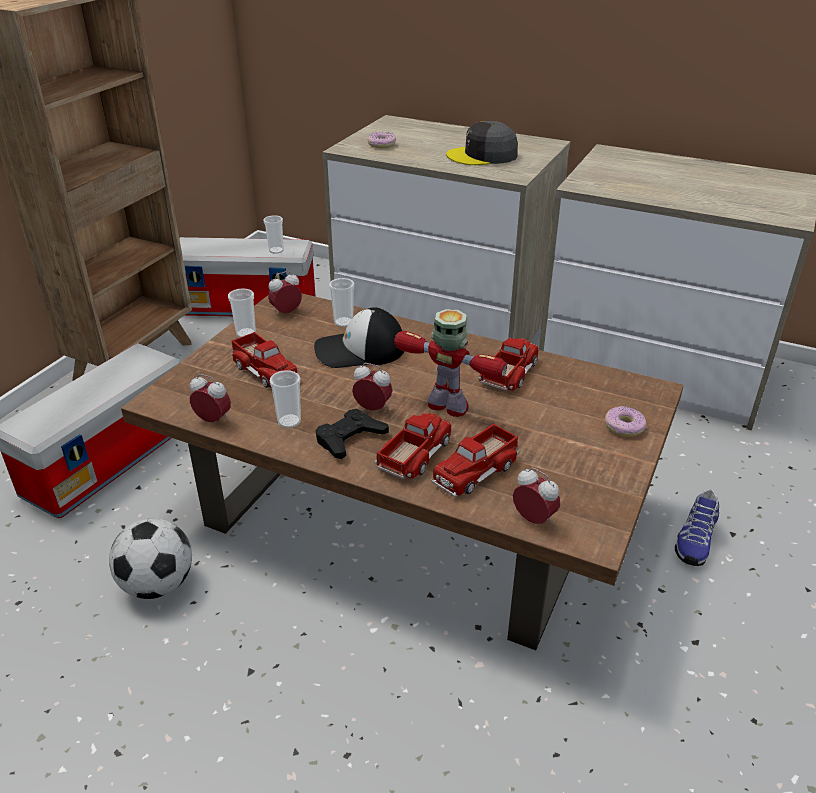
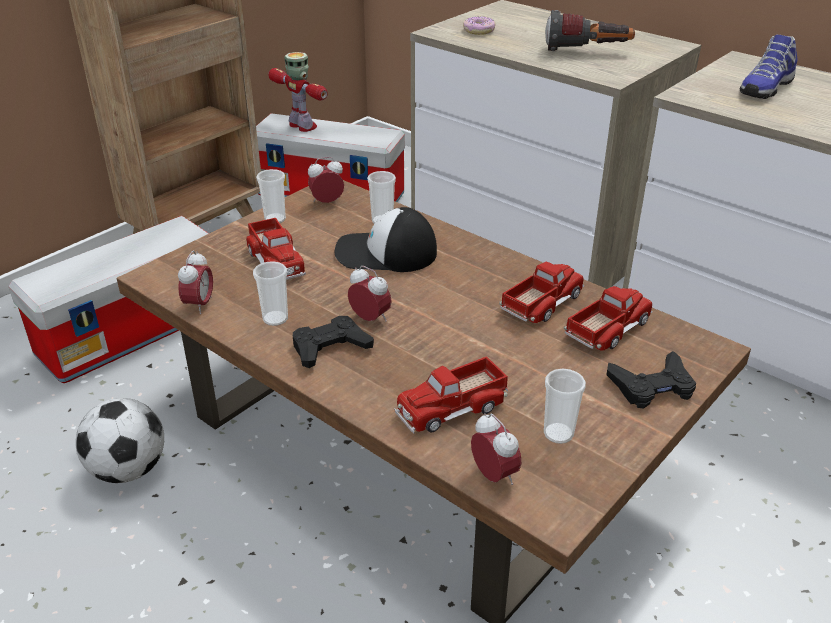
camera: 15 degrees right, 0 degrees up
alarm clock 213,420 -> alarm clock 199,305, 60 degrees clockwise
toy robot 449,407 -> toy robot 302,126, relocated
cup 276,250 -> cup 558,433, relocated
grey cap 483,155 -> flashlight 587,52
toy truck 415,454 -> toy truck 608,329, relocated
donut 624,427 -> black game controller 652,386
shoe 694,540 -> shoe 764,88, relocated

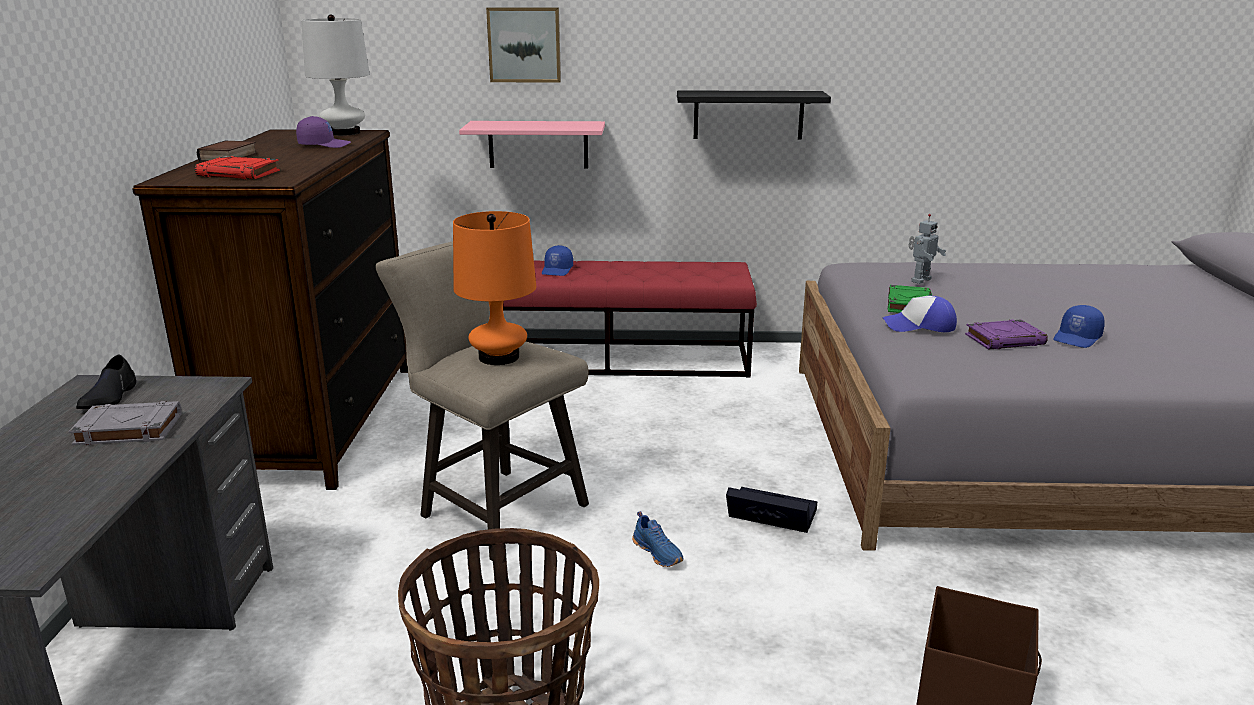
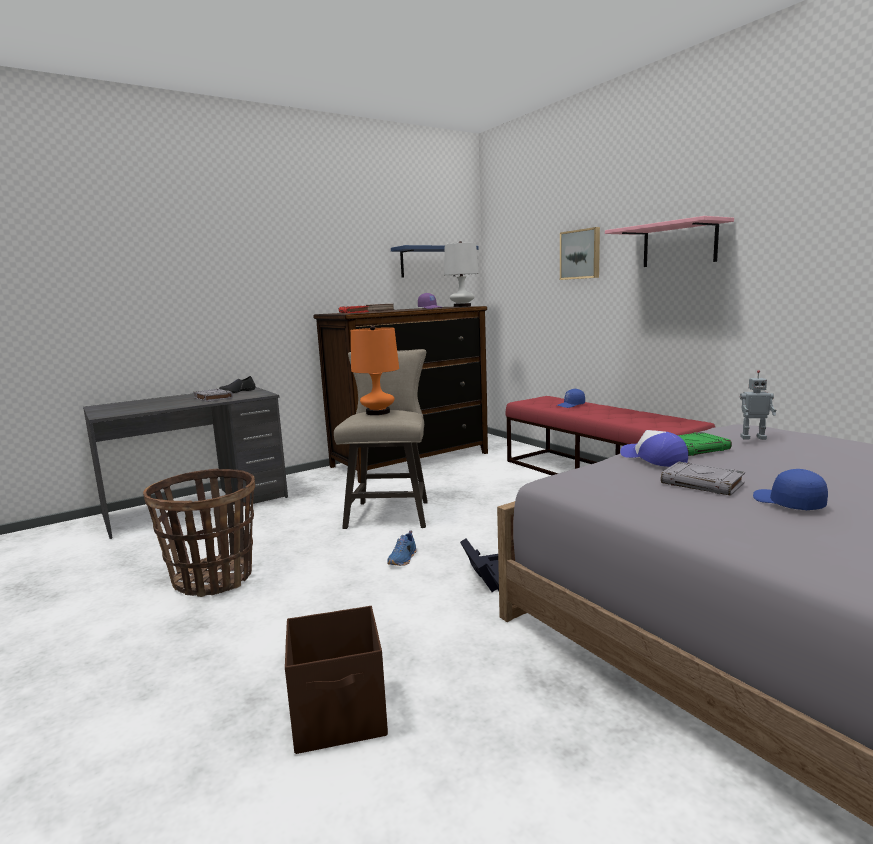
camera: 55 degrees right, 10 degrees down
none -> blue shelf 428,262
pink shelf 538,144 -> pink shelf 679,244, relocated
purple book 1005,340 -> grey book 703,484
blue cap 1077,338 -> blue cap 787,503, 60 degrees clockwise
black shelf 748,115 -> none

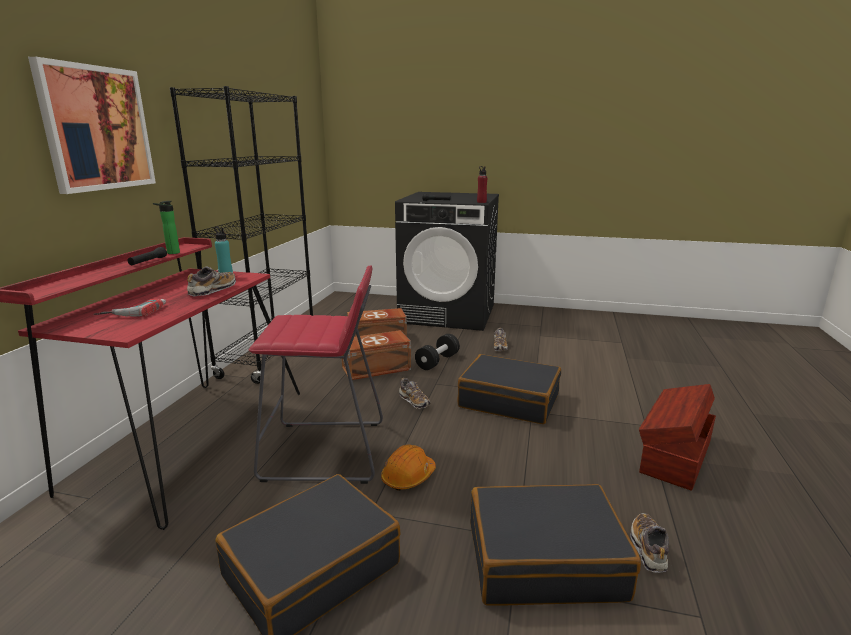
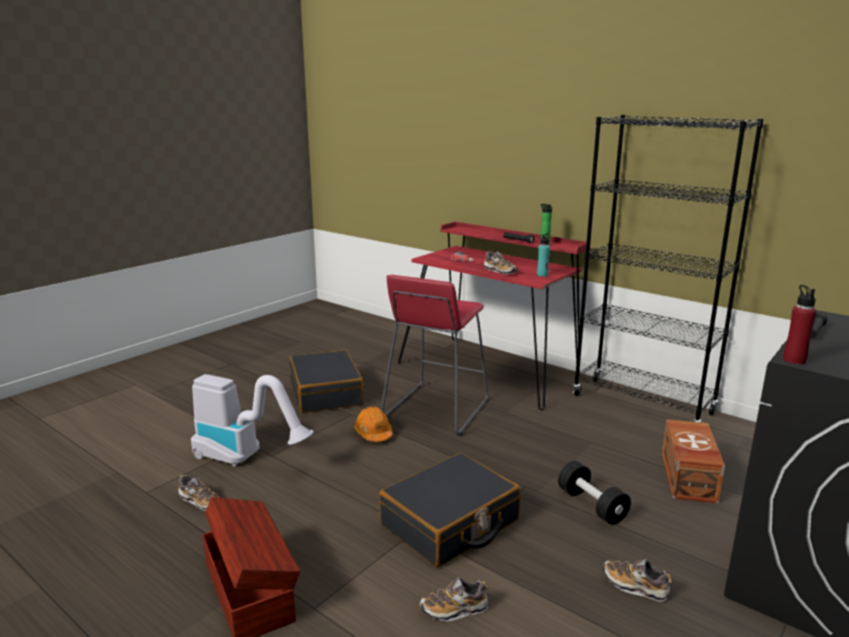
camera: 115 degrees right, 0 degrees up
black suitcase 544,559 -> vacuum cleaner 246,458
shoe 414,401 -> shoe 454,609, relocated
picture 97,128 -> none
brown storage box 377,368 -> none

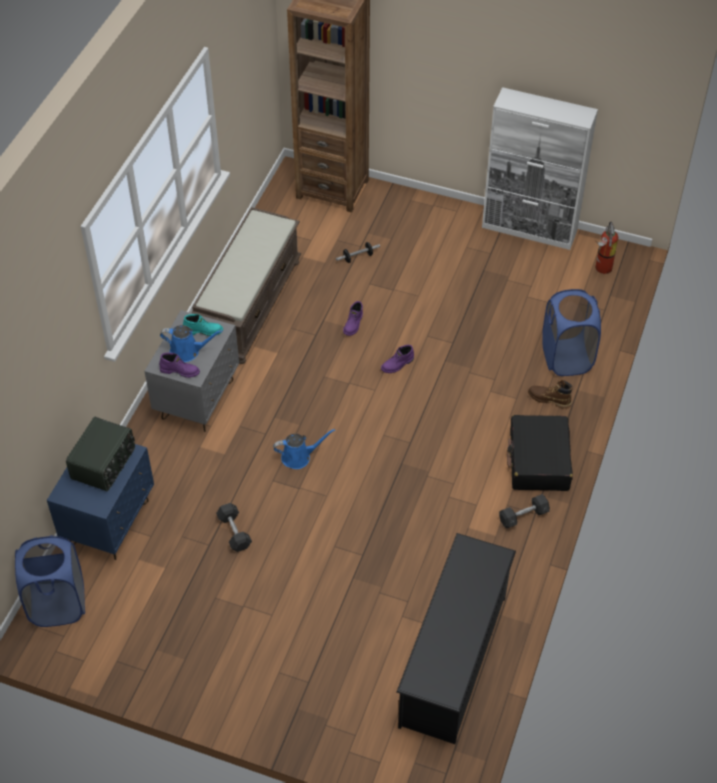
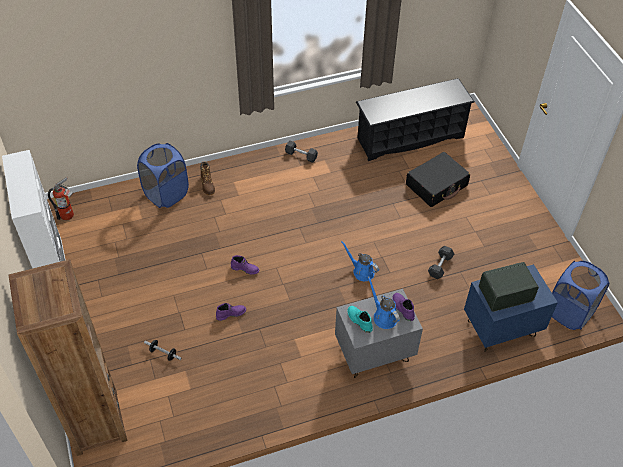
camera: 130 degrees left, 0 degrees up
black suitcase 538,461 -> black suitcase 436,185, relocated
brown bench 249,305 -> none

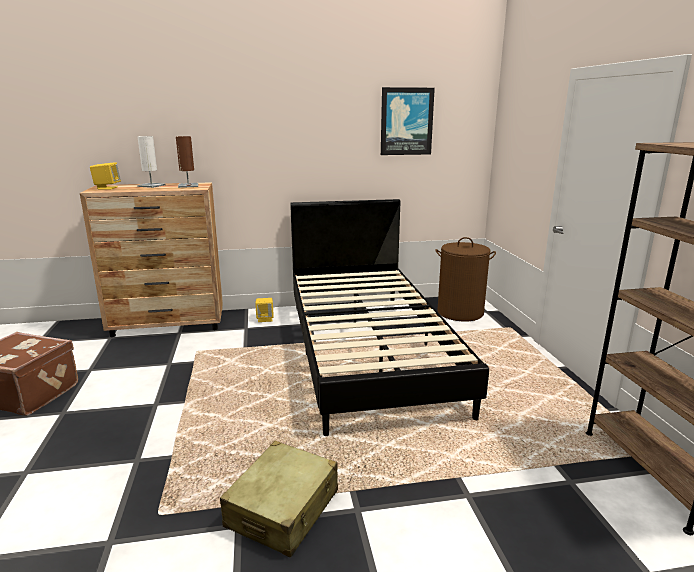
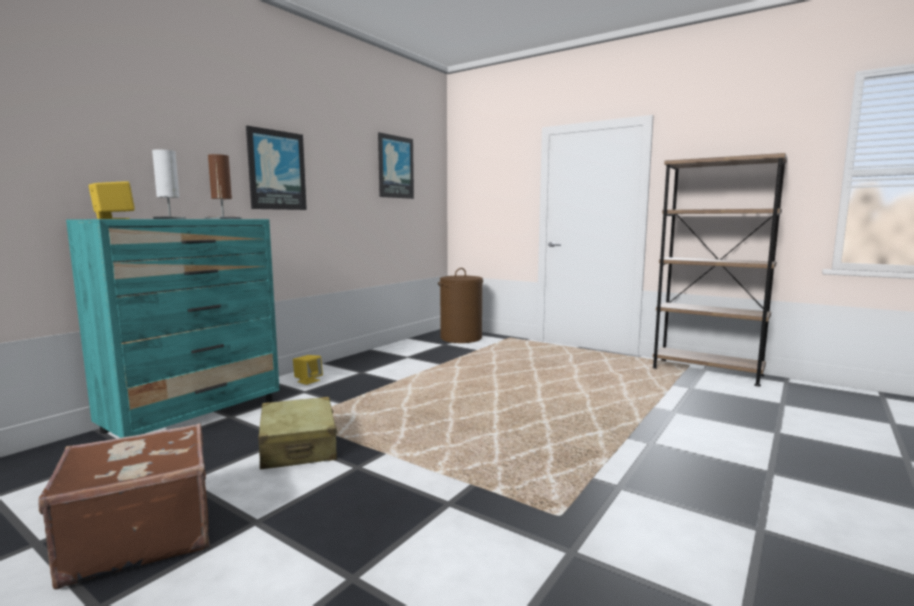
camera: 45 degrees left, 10 degrees down
brown dresser 168,324 -> turquoise dresser 195,415
none -> picture 276,170
beige suitcase 283,509 -> beige suitcase 298,446, relocated
black bed 367,351 -> none

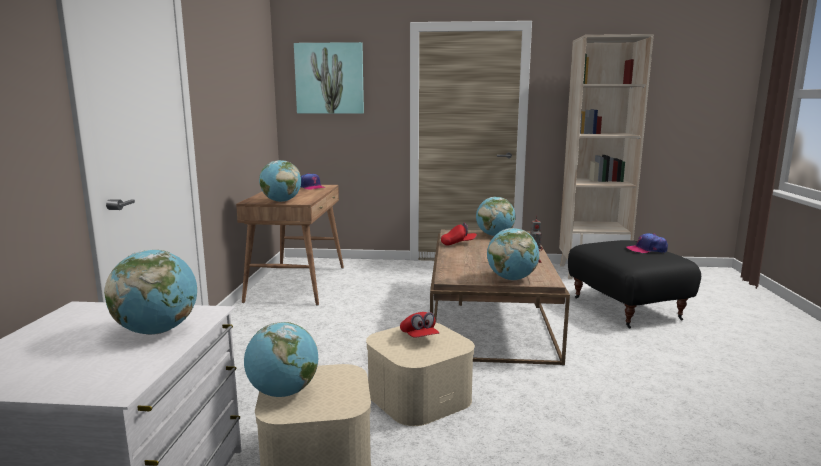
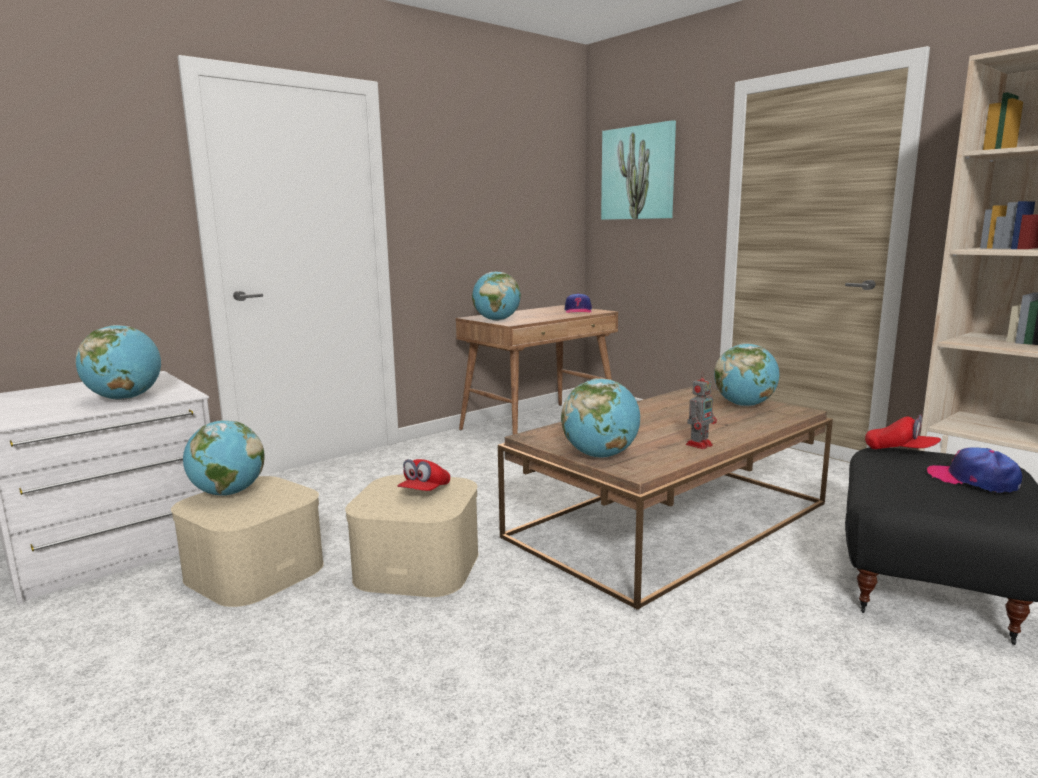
camera: 45 degrees right, 0 degrees up
red cap 458,244 -> red cap 900,451, relocated

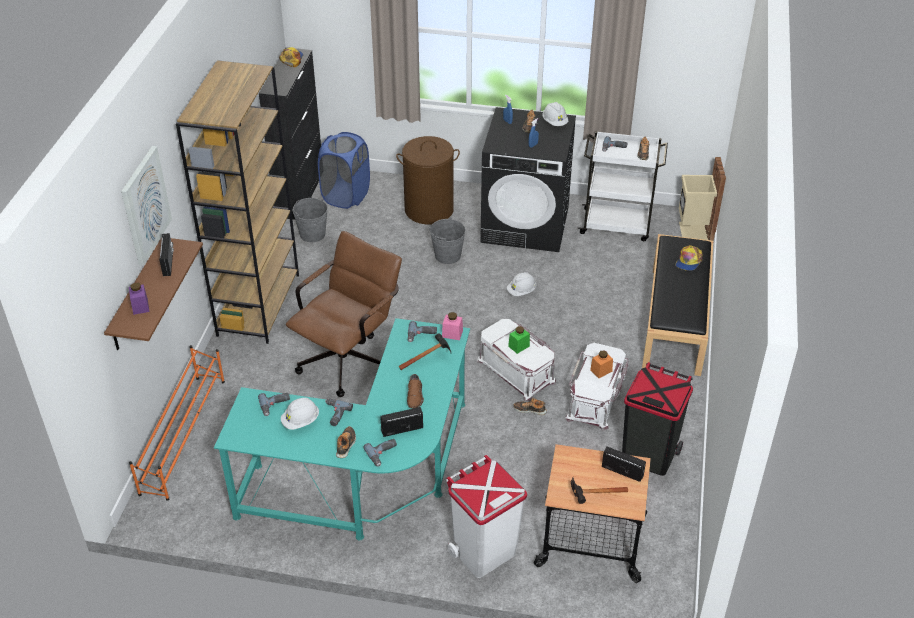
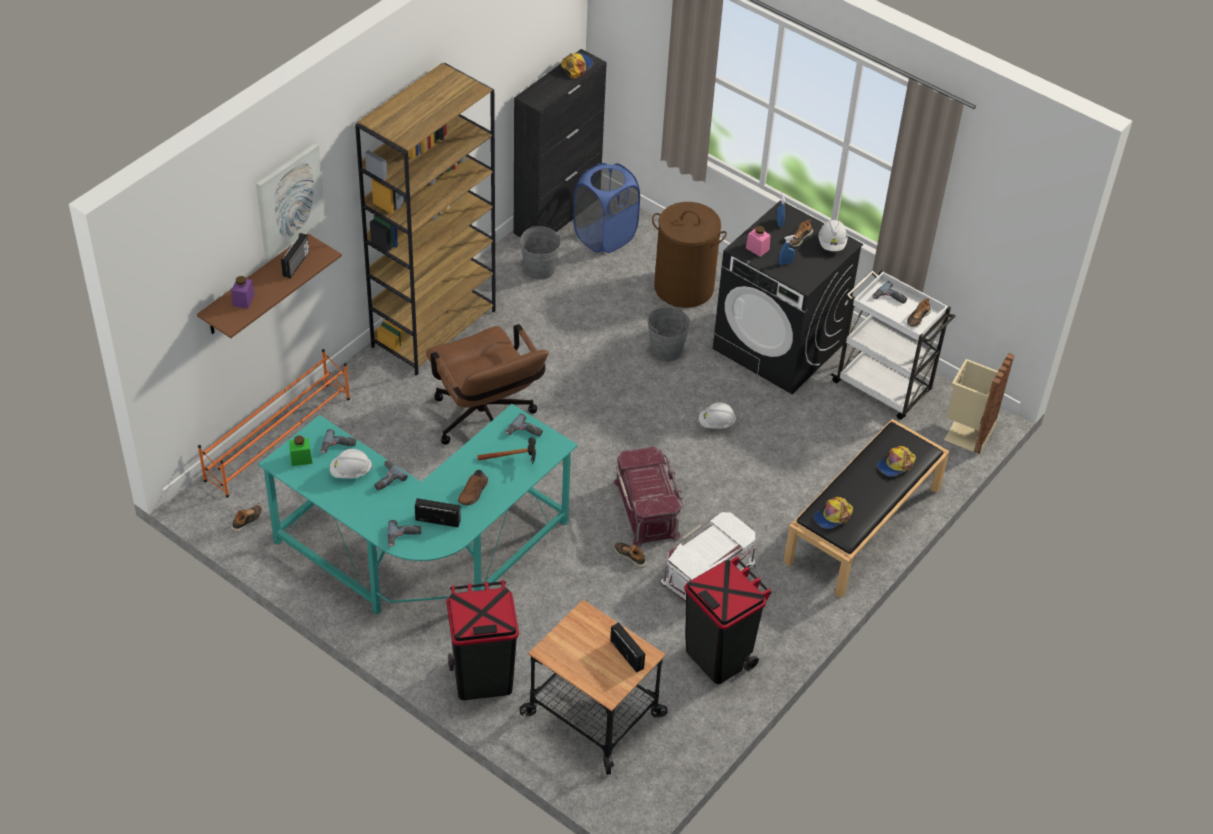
camera: 25 degrees right, 5 degrees up
shoe 346,445 -> shoe 247,521, relocated
green jar 519,346 -> green jar 301,458, relocated
brown office chair 349,358 -> brown office chair 486,424, 90 degrees clockwise
white trash can 484,552 -> black trash can 482,678
white storage box 517,370 -> red storage box 647,509
pink jar 452,334 -> pink jar 757,248, relocated
none -> cap 833,516
hammer 592,498 -> none
orange jar 601,370 -> none

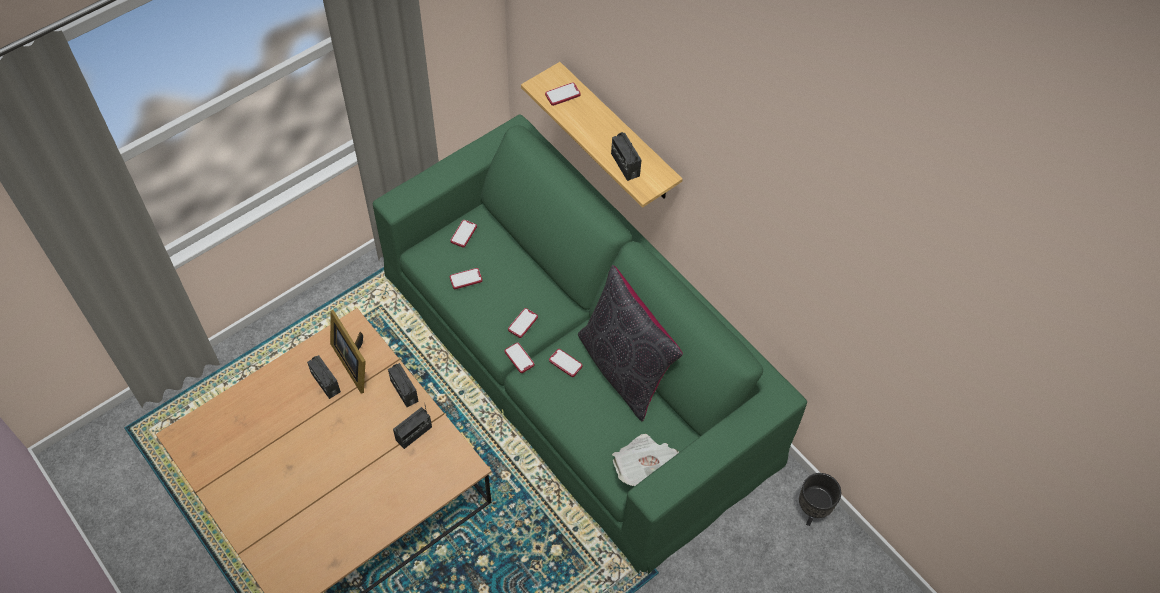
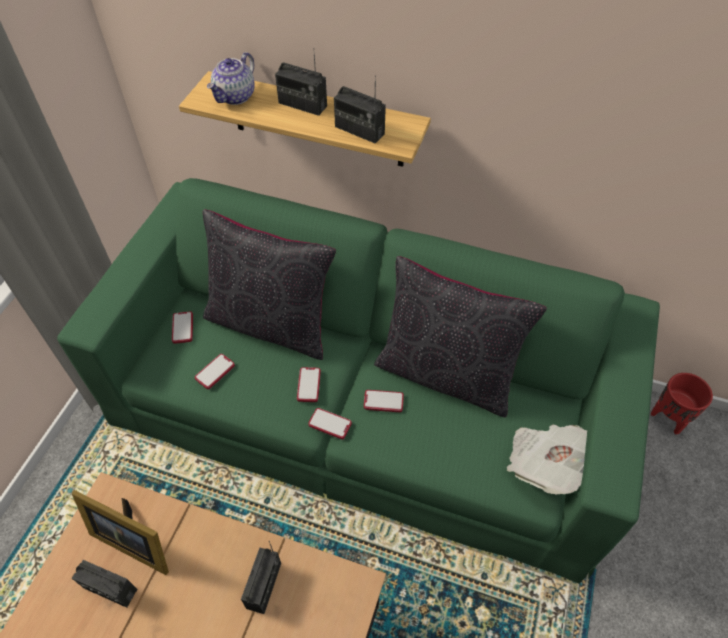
camera: 30 degrees left, 5 degrees down
none -> black pillow 271,323
phone 562,95 -> teapot 235,97
radio 404,391 -> radio 302,105, relocated
black planter 812,510 -> red planter 669,418

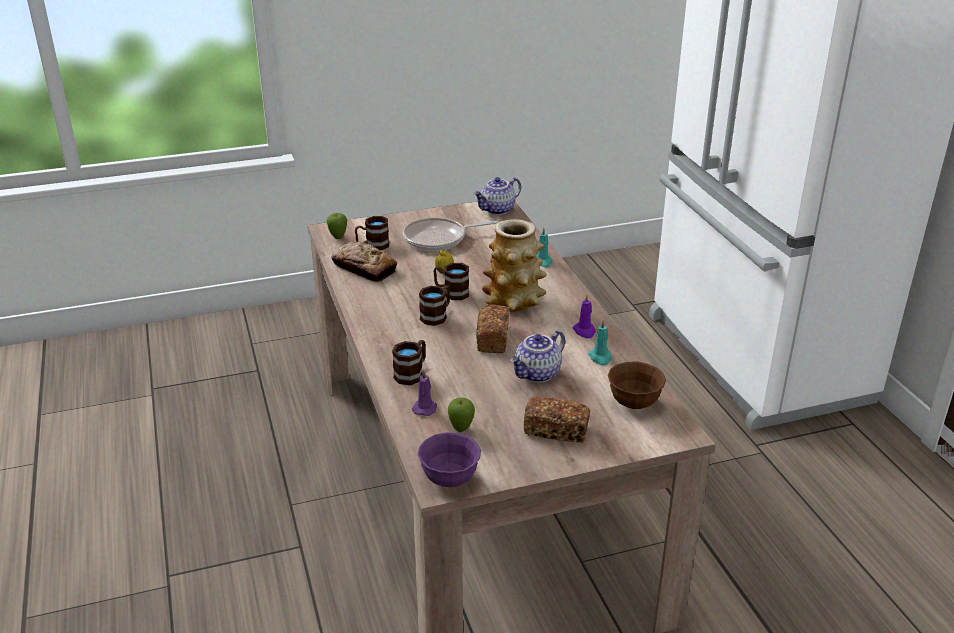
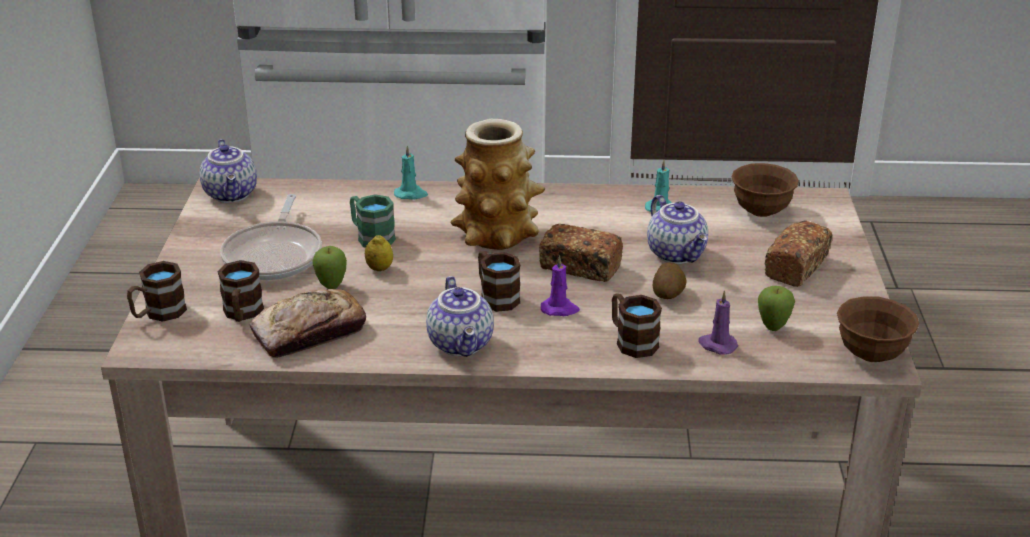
camera: 70 degrees left, 0 degrees up
brown mug 451,292 -> brown mug 158,313, relocated
apple 338,237 -> apple 331,287, relocated
none -> green mug 371,237
none -> teapot 462,344
purple candle 584,331 -> purple candle 560,309, relocated
none -> potato 668,294
purple bowl 449,479 -> brown bowl 871,354

